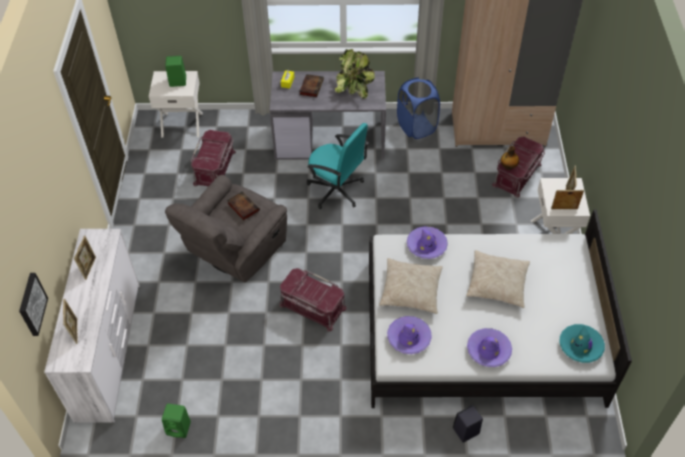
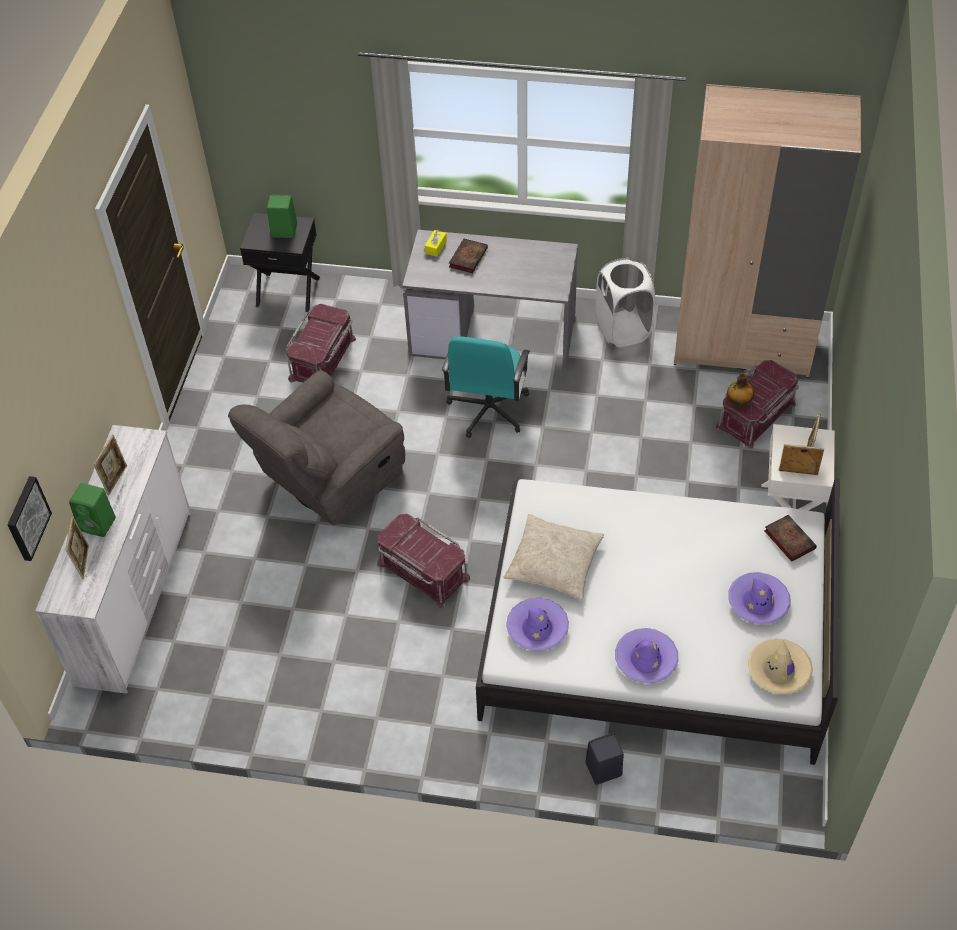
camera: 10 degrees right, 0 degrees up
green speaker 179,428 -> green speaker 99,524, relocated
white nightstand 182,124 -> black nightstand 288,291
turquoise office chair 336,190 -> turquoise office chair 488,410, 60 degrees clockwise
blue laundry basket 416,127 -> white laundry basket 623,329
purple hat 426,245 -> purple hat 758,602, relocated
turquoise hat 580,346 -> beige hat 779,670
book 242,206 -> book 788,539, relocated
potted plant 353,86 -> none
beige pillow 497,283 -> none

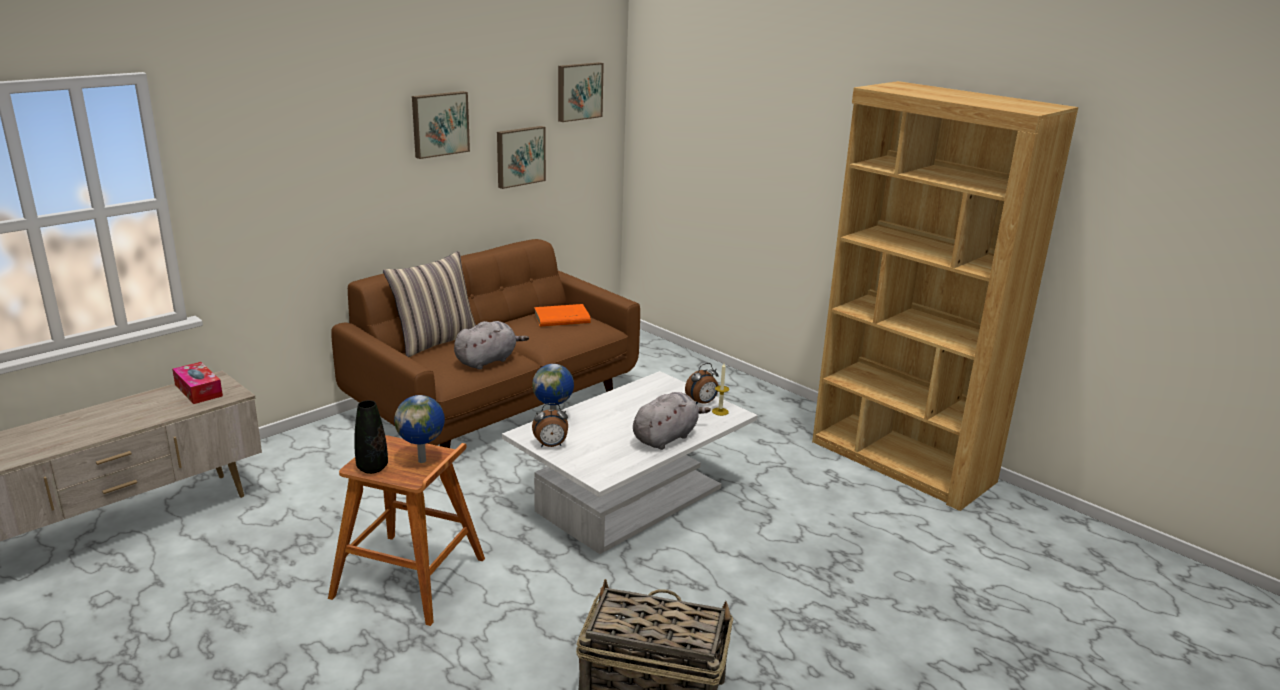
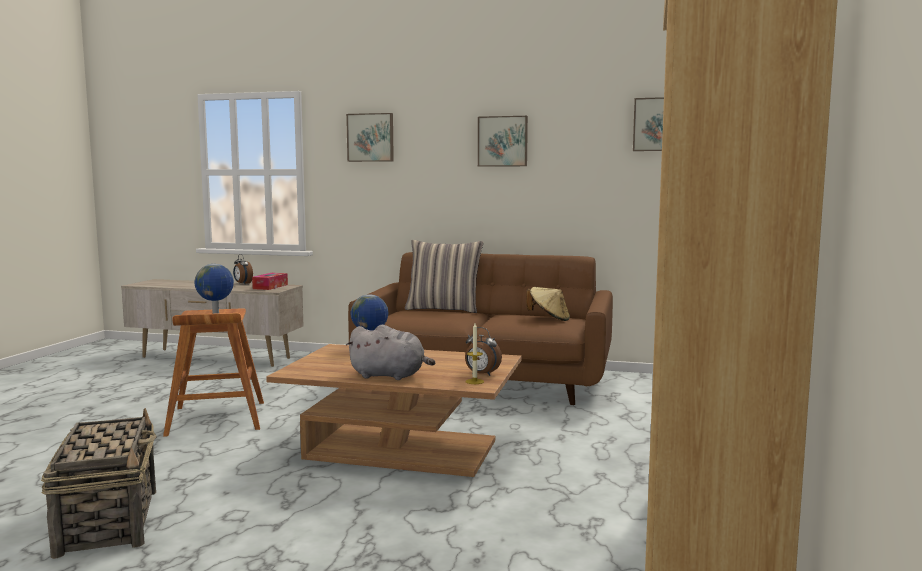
camera: 60 degrees right, 15 degrees down
alarm clock 551,445 -> alarm clock 242,284, relocated
white coffee table 630,499 -> brown coffee table 401,449
picture 519,156 -> picture 371,137, relocated
orange book 561,319 -> beige hat 549,319
black vase 372,468 -> none
grey plush toy 488,360 -> none

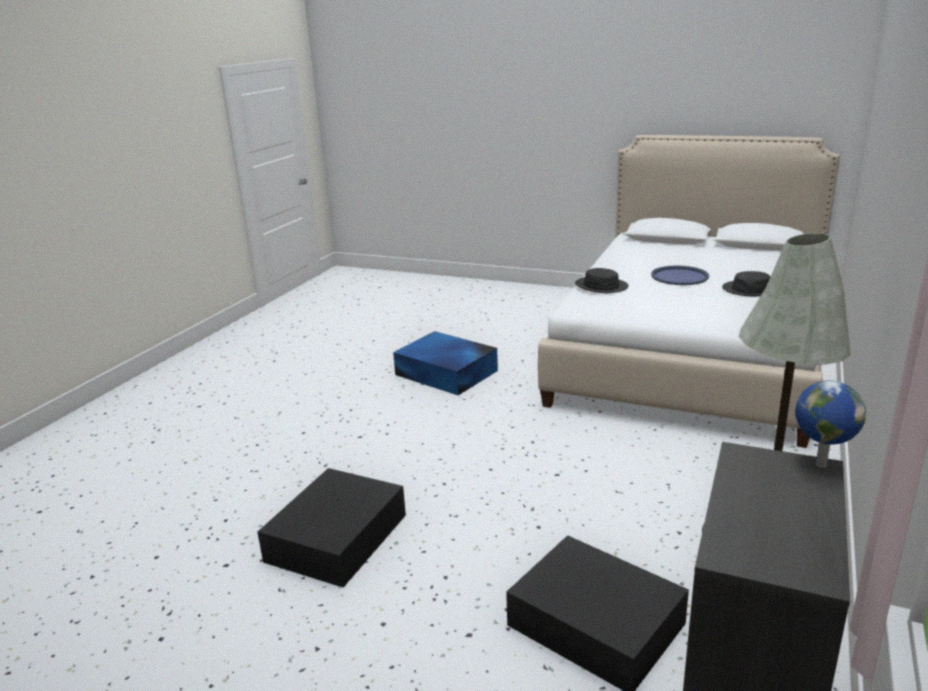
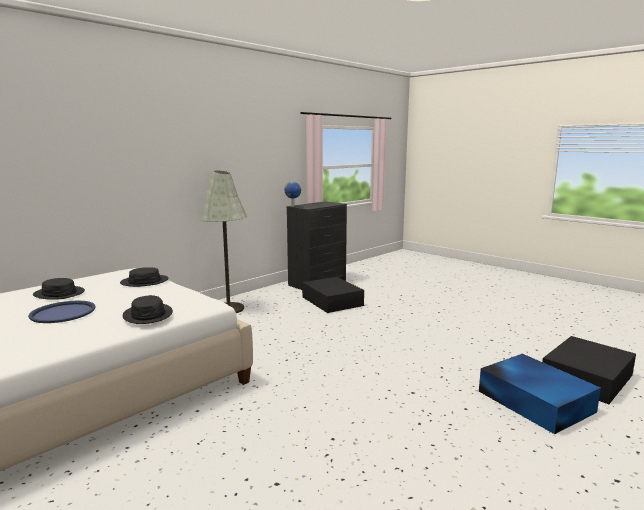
camera: 160 degrees left, 10 degrees down
none -> black hat 144,282
blue storage box 447,373 -> blue storage box 534,400, relocated
black storage box 335,538 -> black storage box 587,377, relocated

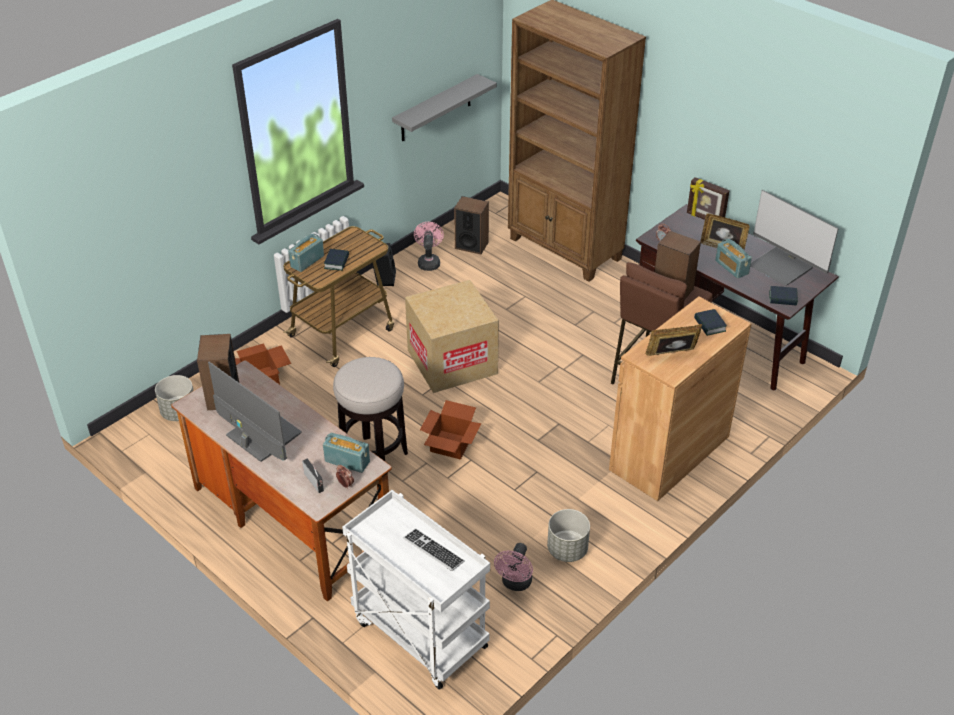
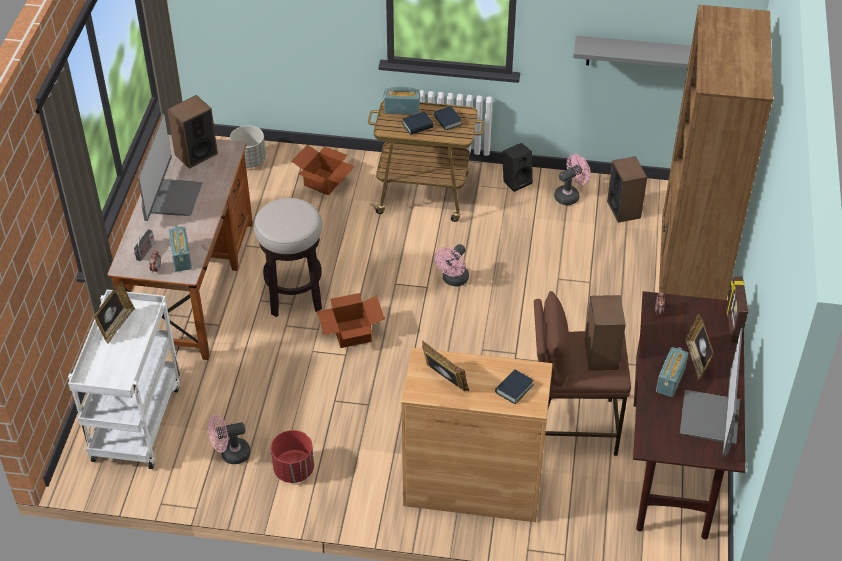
camera: 55 degrees right, 5 degrees up
none -> picture frame 116,325
grey planter 567,549 -> red planter 294,469
book 782,298 -> book 447,121, relocated
cardboard box 452,362 -> pink fan 453,280
keyboard 433,550 -> none

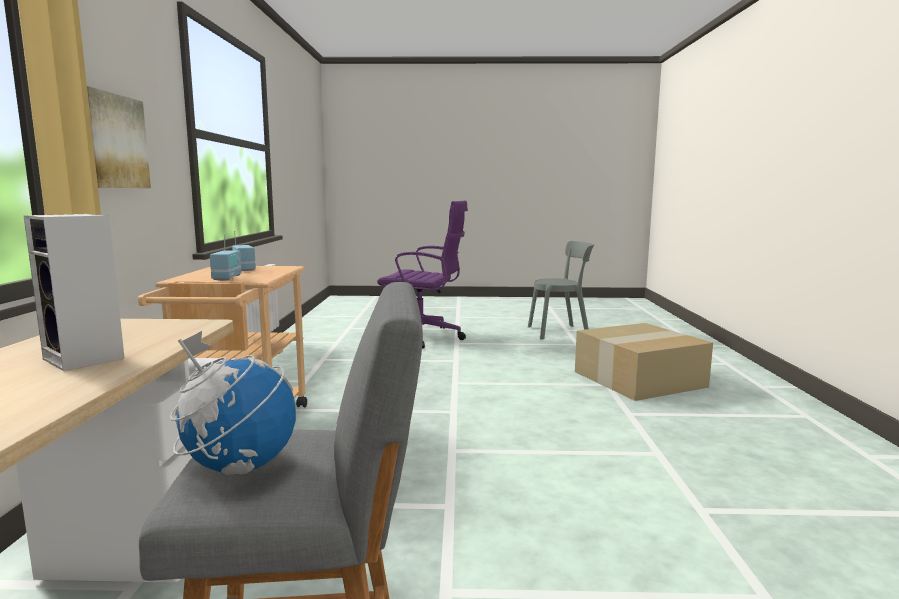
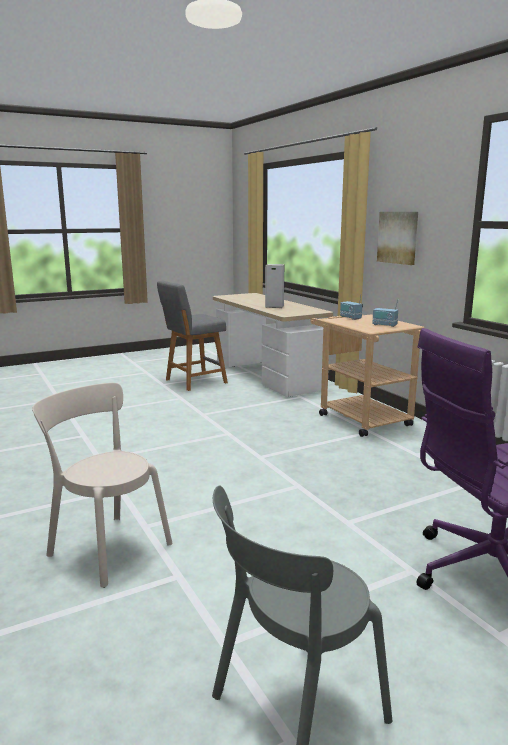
camera: 150 degrees right, 5 degrees up
cardboard box 639,380 -> beige chair 107,547
globe 239,467 -> none

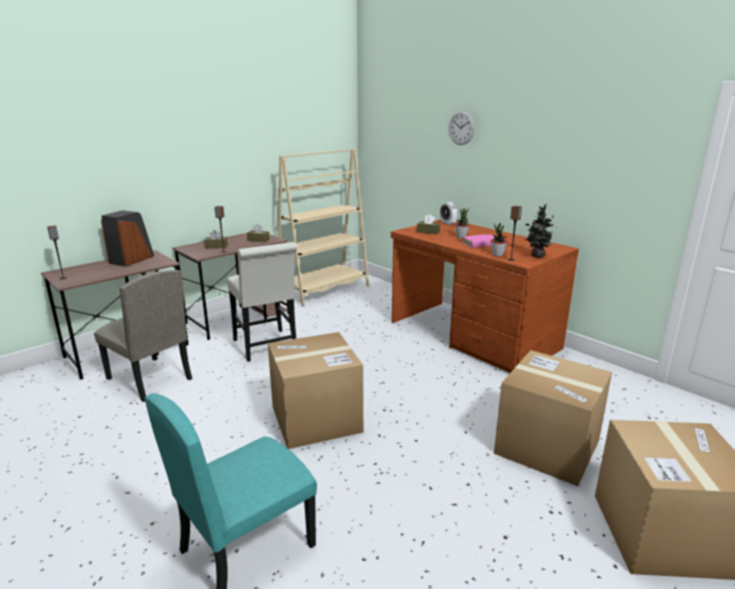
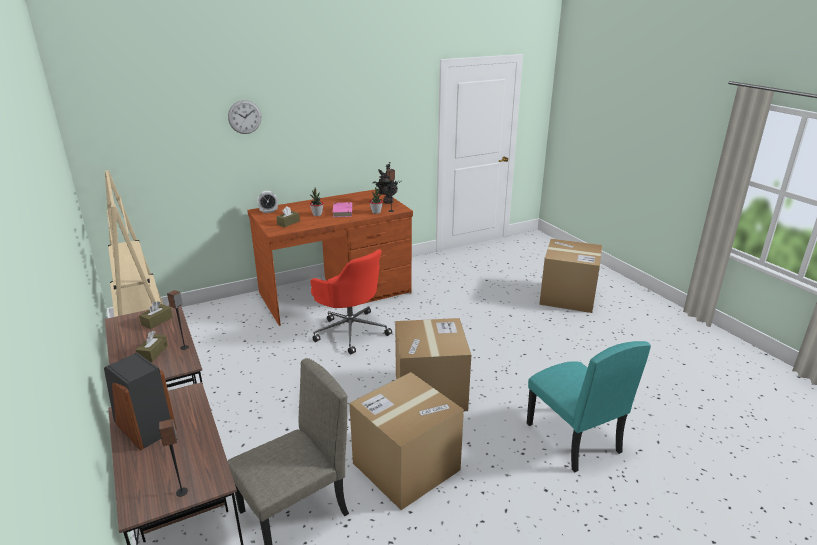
camera: 75 degrees left, 5 degrees up
none -> red office chair 350,331
cardboard box 547,447 -> cardboard box 406,466, relocated
white chair 266,347 -> none

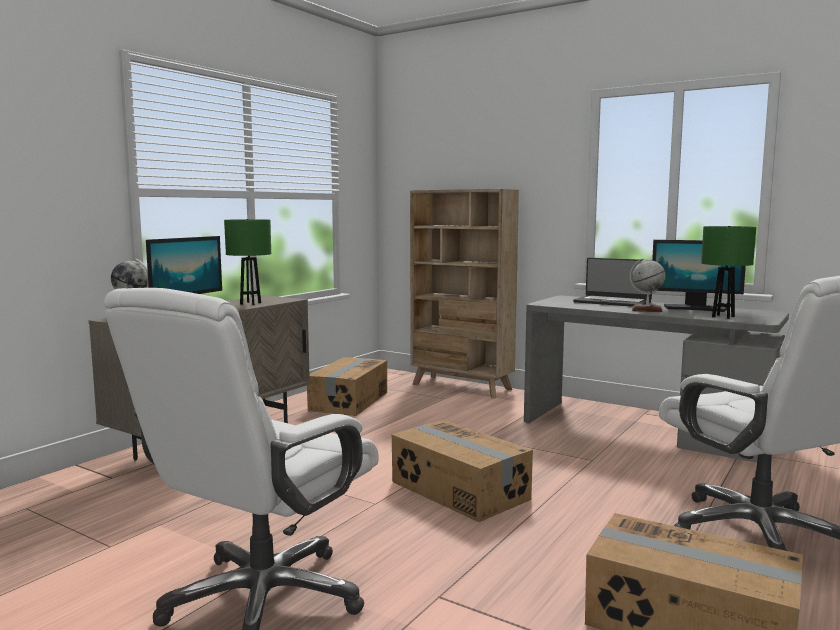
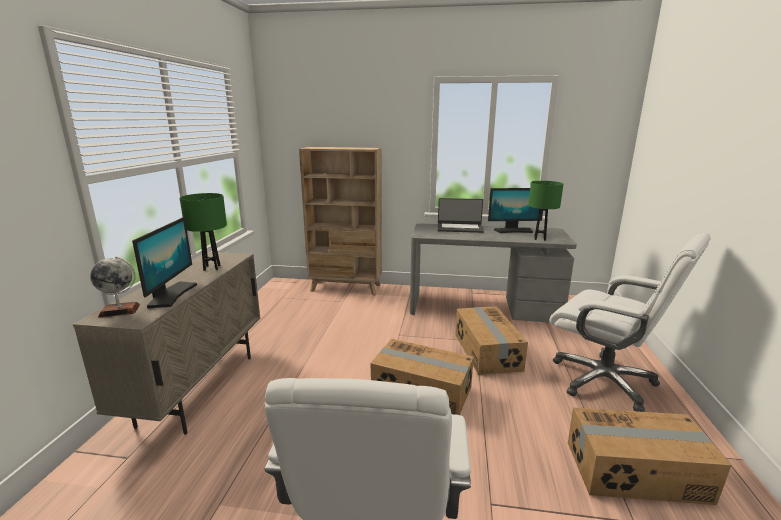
camera: 25 degrees left, 10 degrees up
cardboard box 348,401 -> cardboard box 486,352, relocated
globe 646,310 -> none

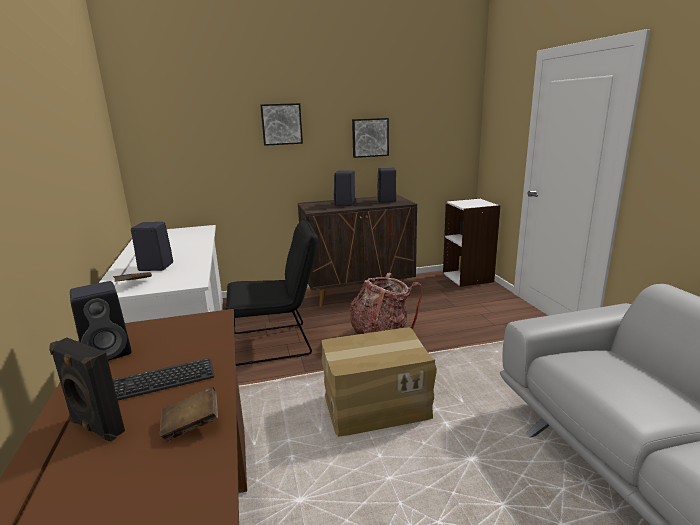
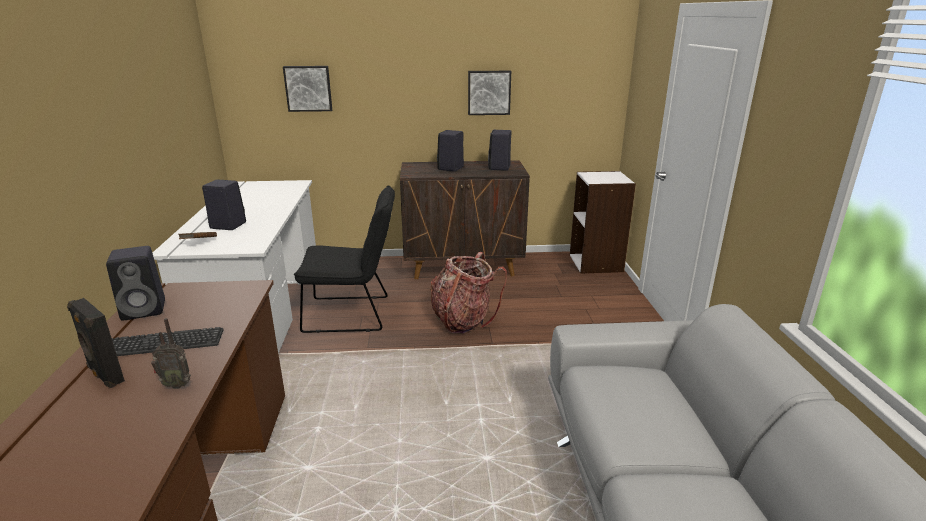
camera: 10 degrees right, 5 degrees up
brown book 191,425 -> radio 177,384
picture 281,124 -> picture 308,88, relocated
cardboard box 376,405 -> none

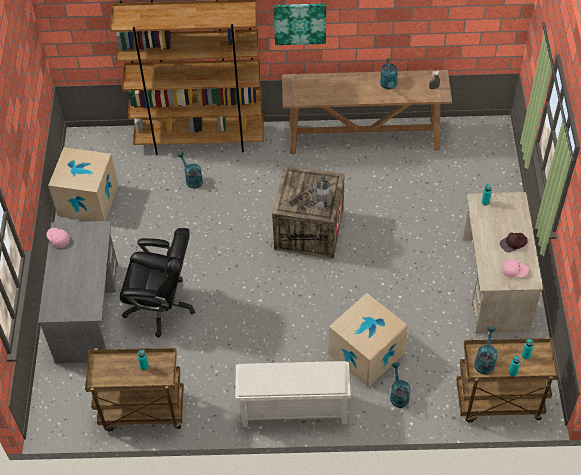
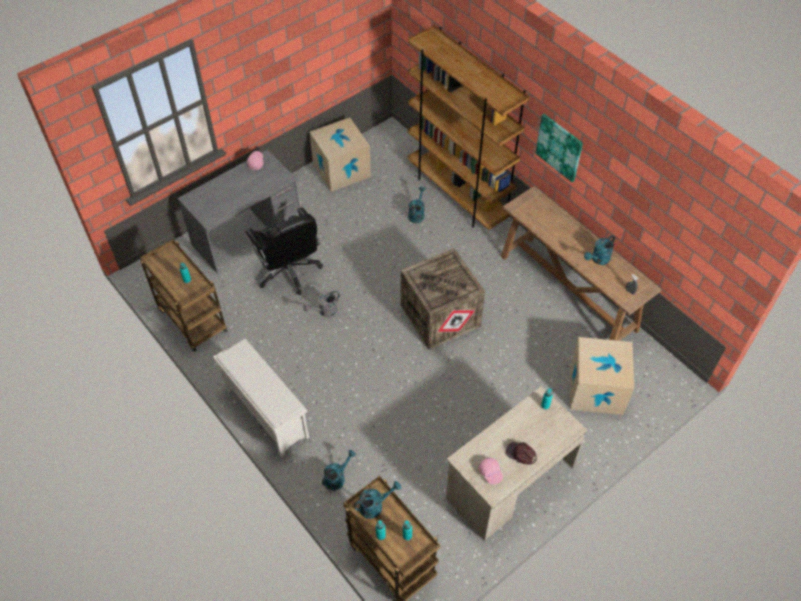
camera: 50 degrees right, 0 degrees up
grey watering can 322,203 -> grey watering can 325,311, relocated
cardboard box 366,353 -> cardboard box 596,389, relocated

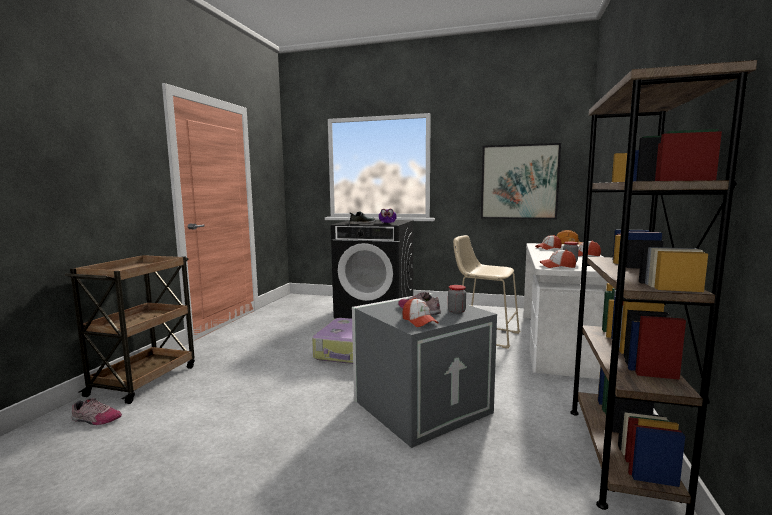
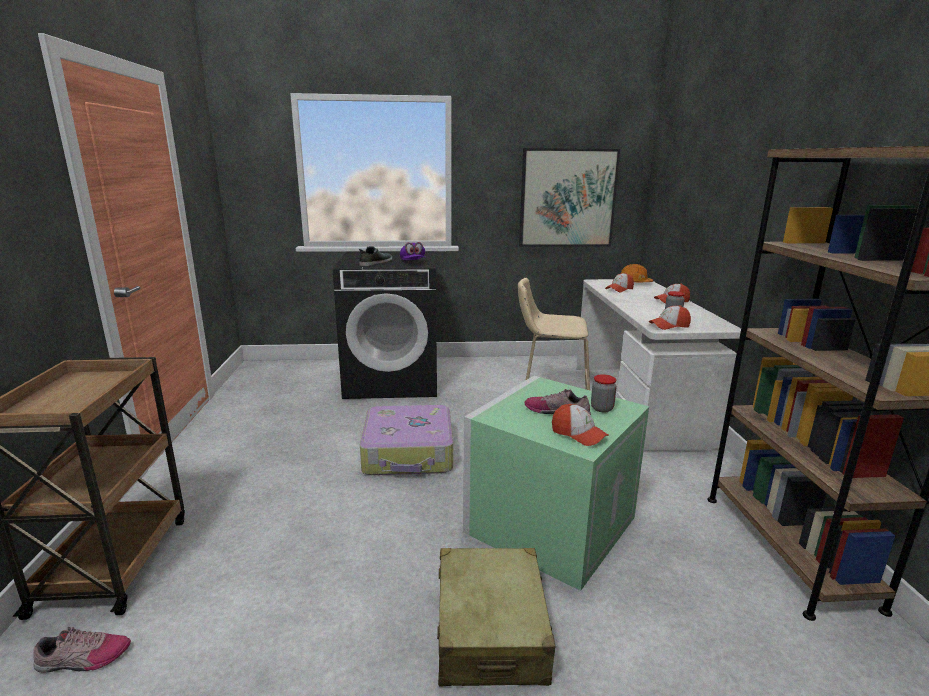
camera: 20 degrees left, 10 degrees up
none -> beige suitcase 490,631
grey storage box 421,405 -> green storage box 549,522

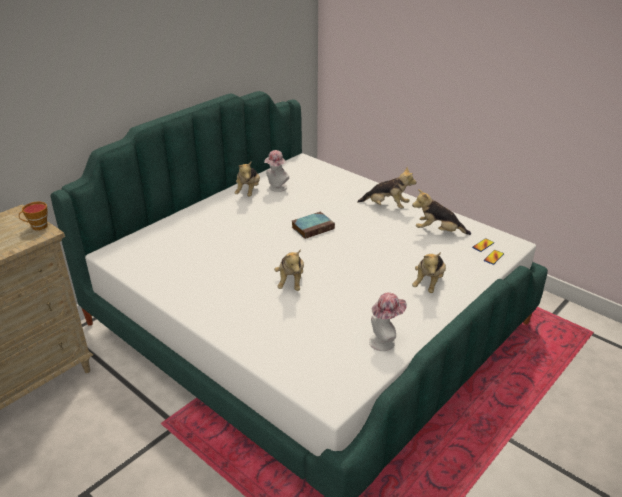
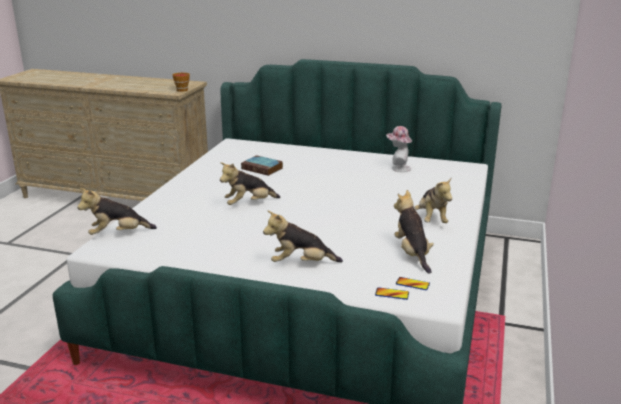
camera: 65 degrees right, 10 degrees down
plush toy 248,191 -> plush toy 118,234, relocated
book 313,227 -> book 263,168, relocated
hat 385,341 -> none

